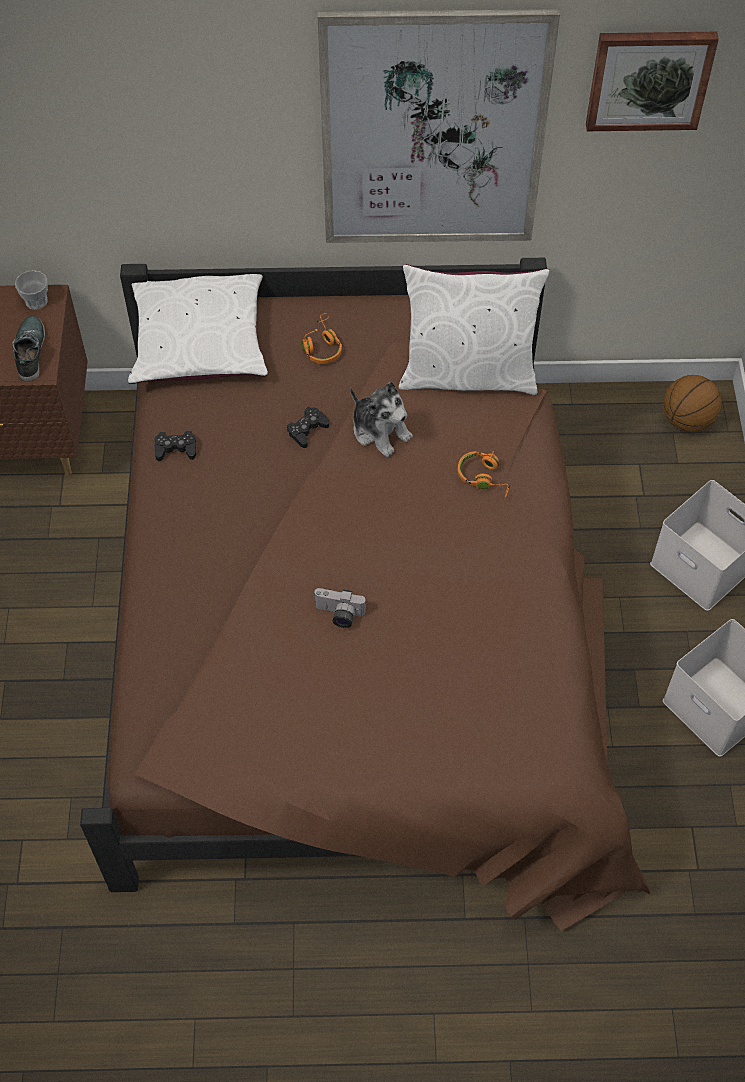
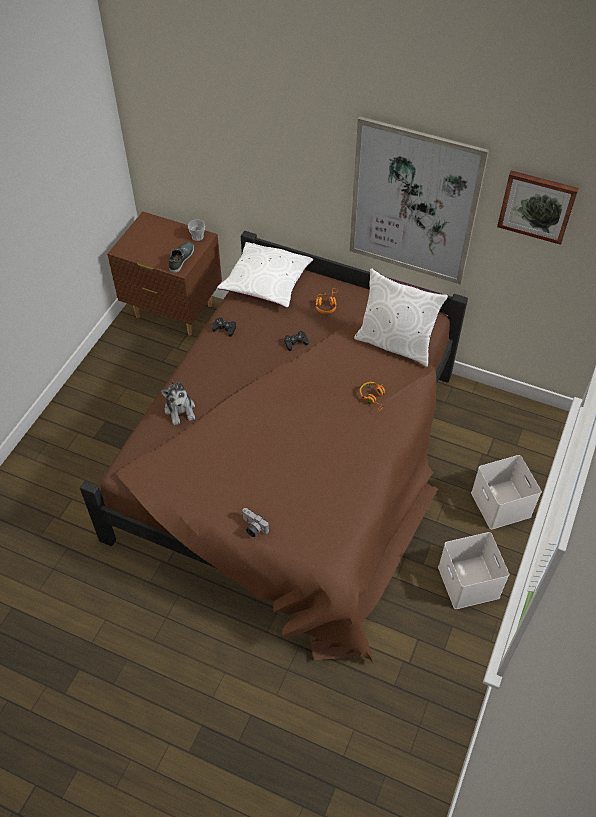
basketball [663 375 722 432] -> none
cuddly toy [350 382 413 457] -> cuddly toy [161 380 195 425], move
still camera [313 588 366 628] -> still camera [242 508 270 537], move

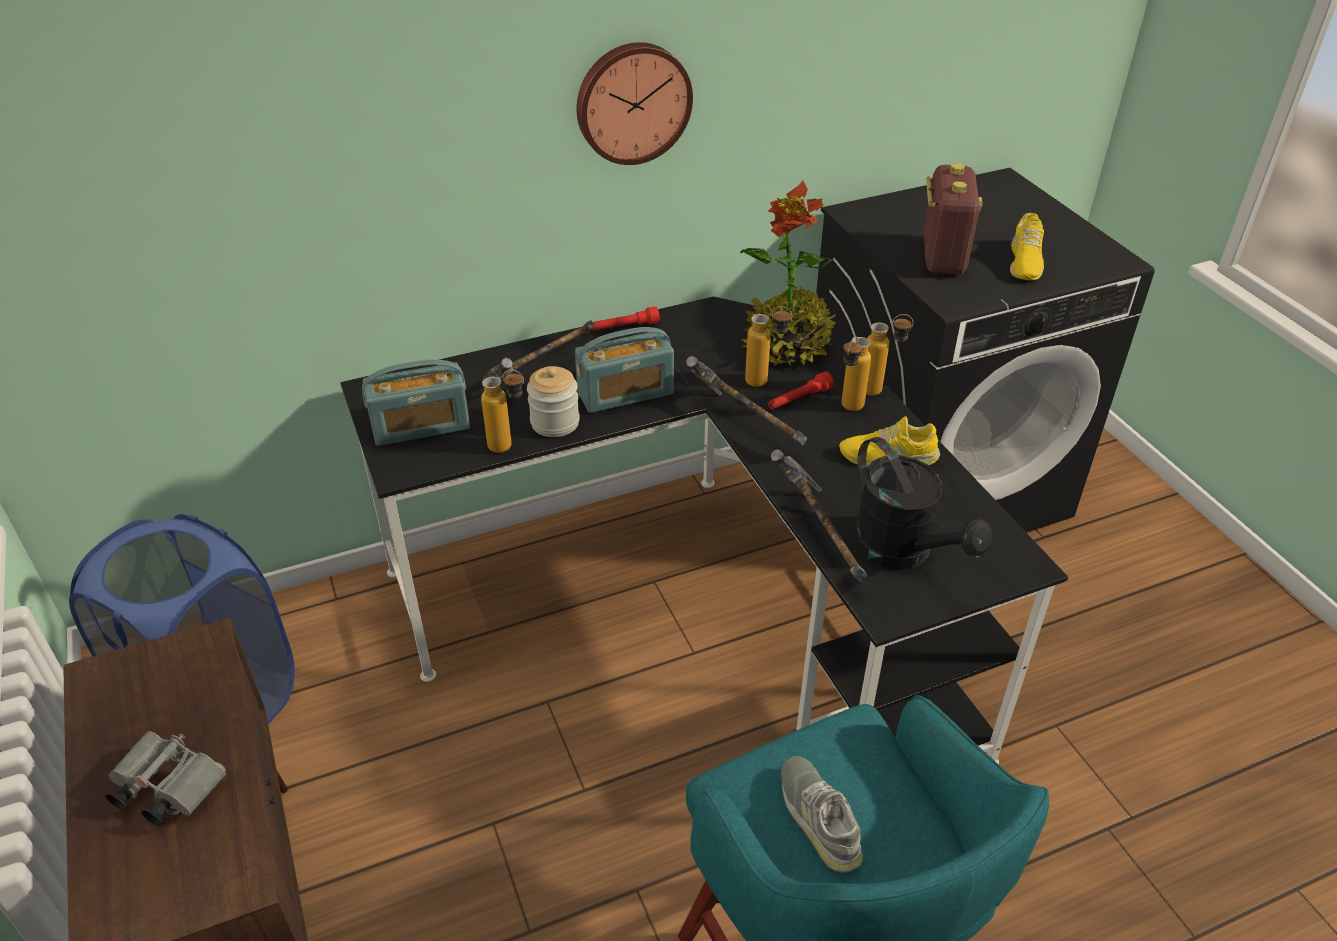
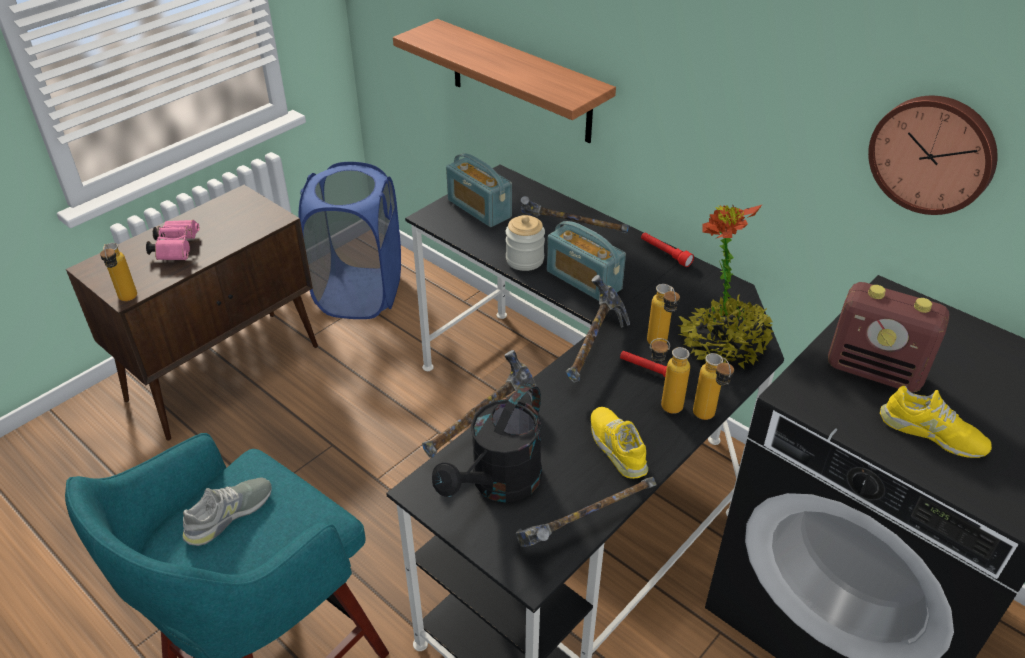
clock on the wall [577 42 693 165] -> clock on the wall [868 96 998 215], move
radio set [924 163 983 275] -> radio set [828 282 949 392], 45 degrees clockwise
yellow-coloured low shoe [1010 213 1044 280] -> yellow-coloured low shoe [880 386 992 458], 135 degrees counterclockwise
beverage bottle [481 369 524 453] -> beverage bottle [100 243 137 301], move
gray field glasses [106 731 226 827] -> pink field glasses [146 220 199 260]
none -> shelf [393 19 616 143]
none -> hand hammer [515 477 657 547]

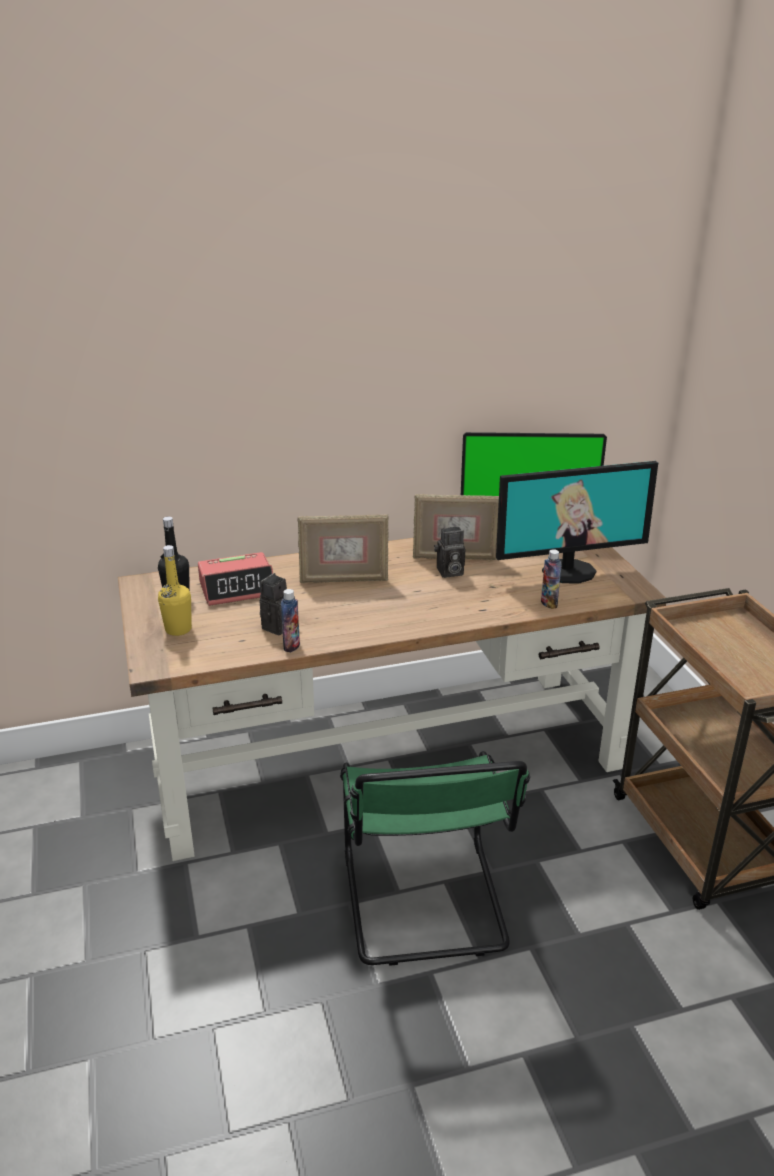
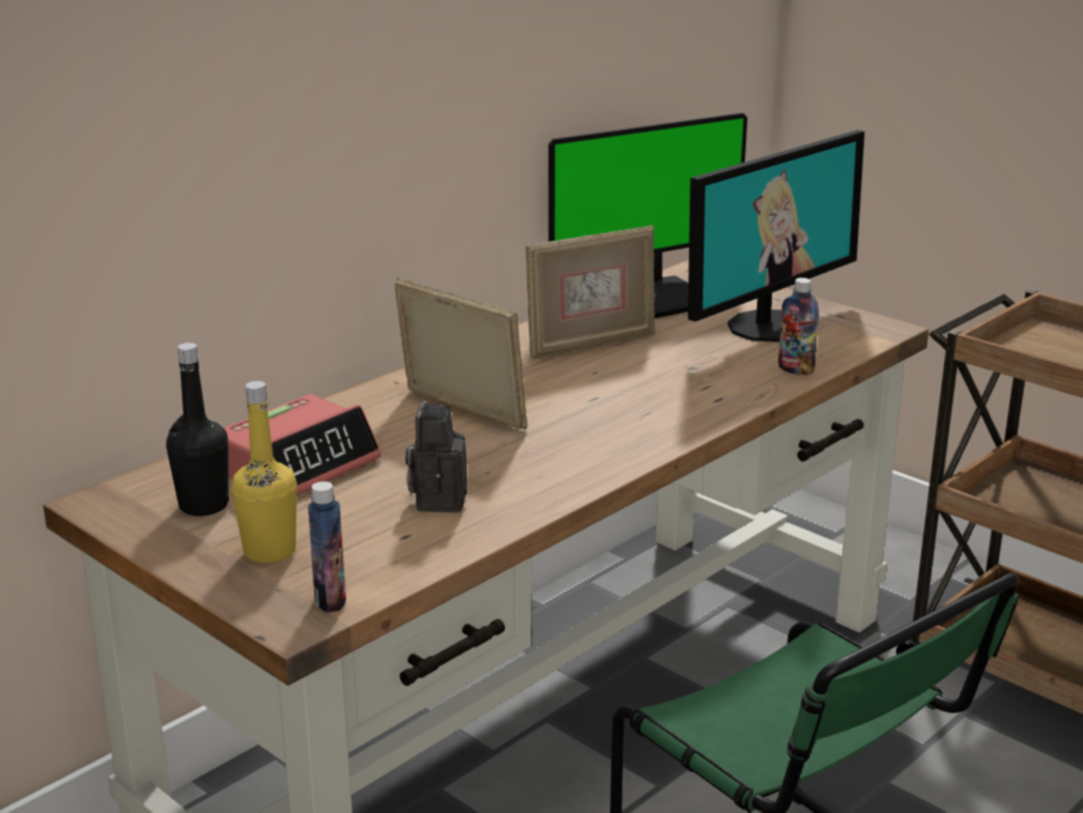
picture frame [297 514 389 583] -> picture frame [395 277 527 430], 105 degrees counterclockwise
still camera [434 527 465 578] -> none
beverage bottle [281 589 300 652] -> beverage bottle [308 481 346 613], move

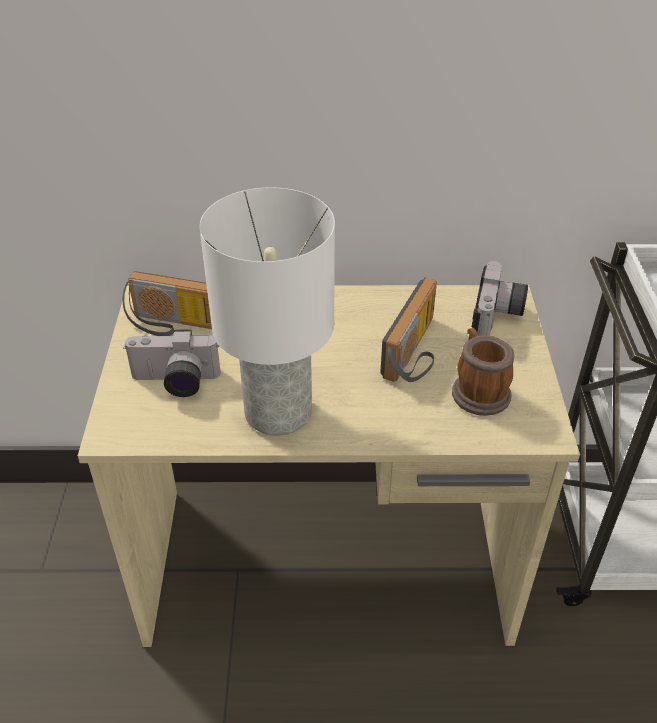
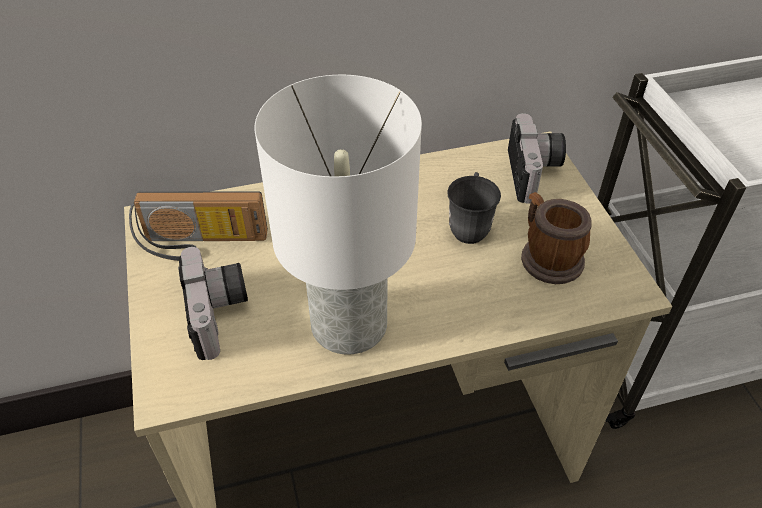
radio set [380 278 437 382] -> gray coffee mug [448 172 501 244]
still camera [123 329 221 397] -> still camera [178 247 248 360], 90 degrees counterclockwise

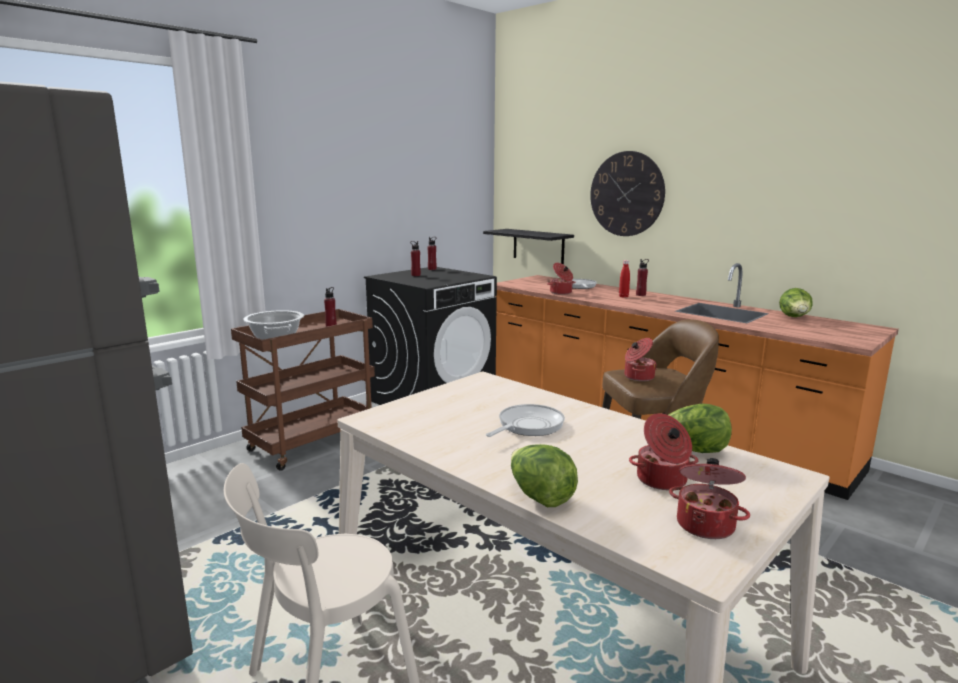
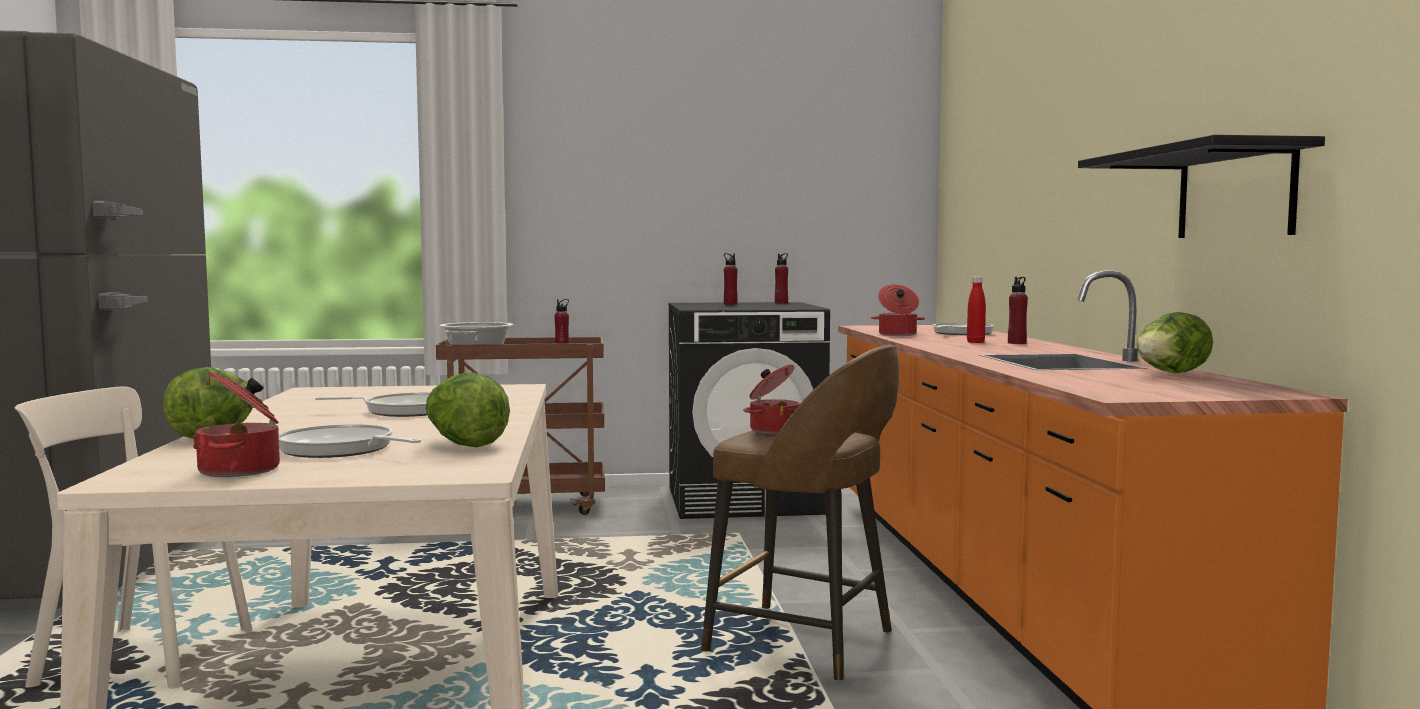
clock on the wall [590 151 665 236] -> none
blackish shelf [483 229 574 264] -> blackish shelf [1078 135 1325 238], move
saucepot [629 413 698 490] -> frying pan [279 424 421 458]

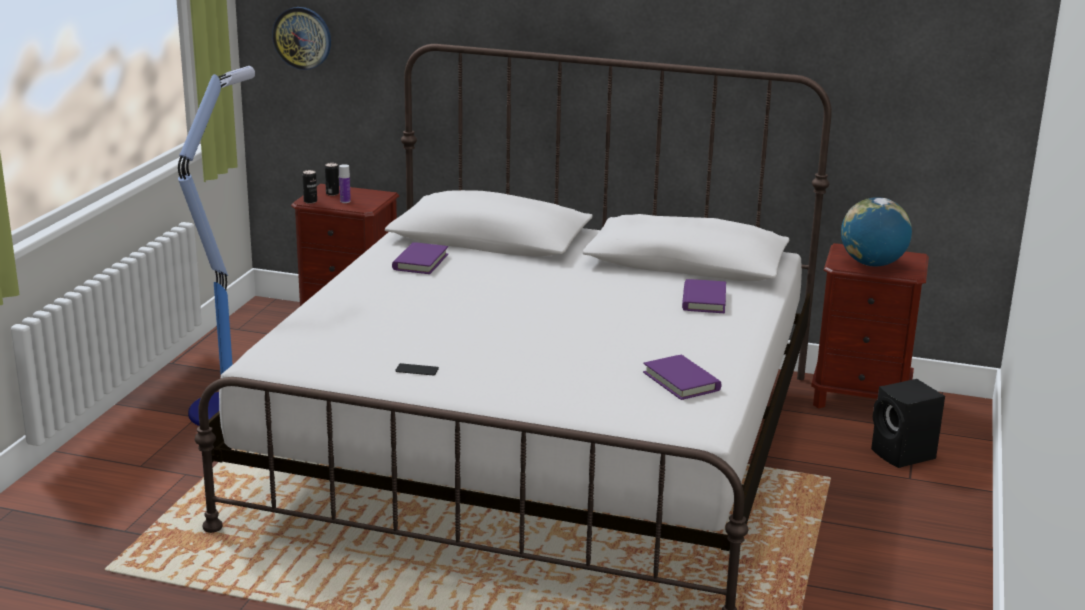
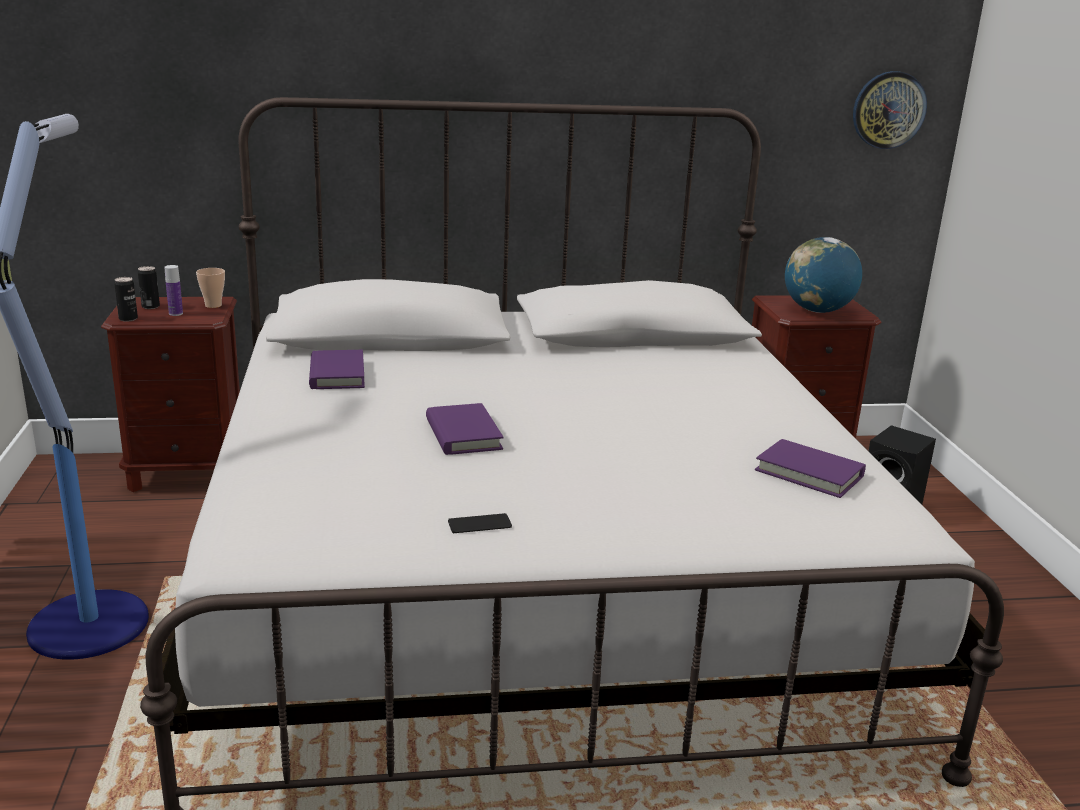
clock on the wall [272 7 331 70] -> clock on the wall [853 71 927 149], move
purplish book [682 279 726 313] -> purplish book [426 403 504 455], move
none -> cup [196 268 225 308]

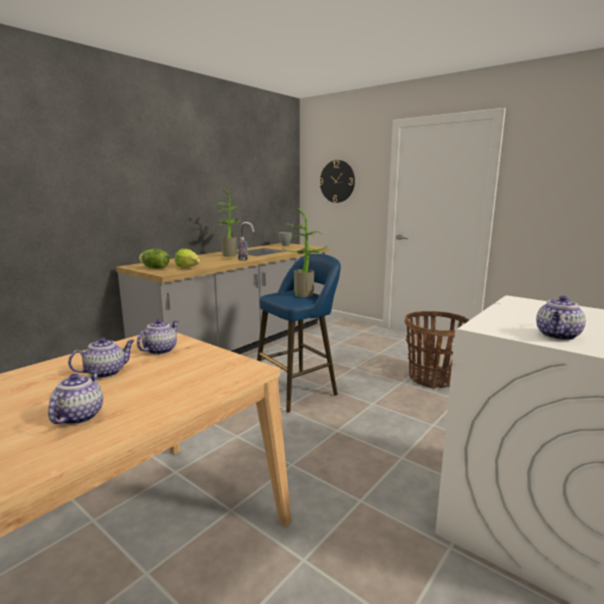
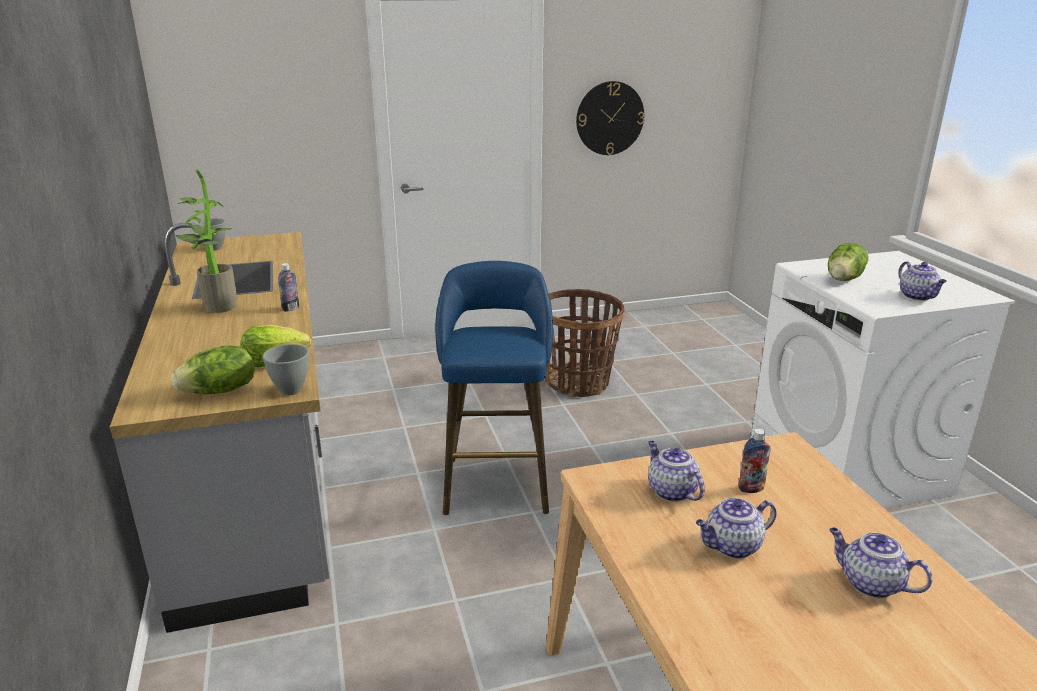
clock on the wall [319 160 355 203] -> clock on the wall [576 81 645 155], move
potted plant [282 208 328 297] -> none
teapot [68 338 134 378] -> teapot [696 498 776 559], 105 degrees counterclockwise
none -> lettuce head [828 243 869 281]
none -> gray deep dish [262 344 309 395]
none -> beverage bottle [738 429 771 493]

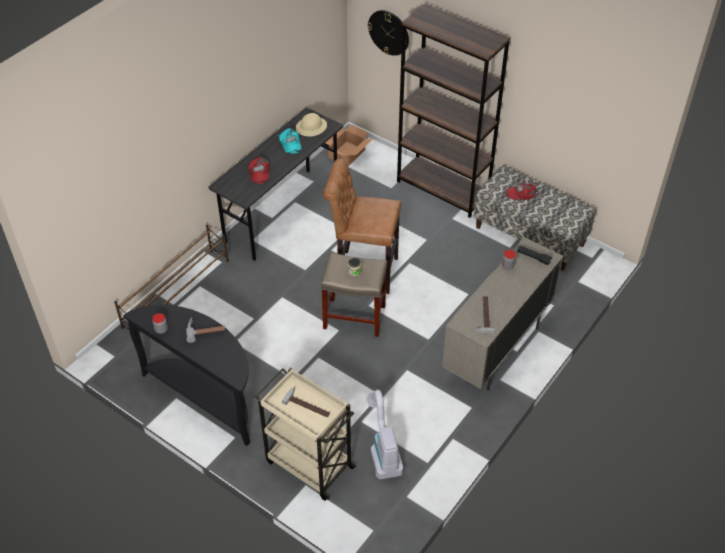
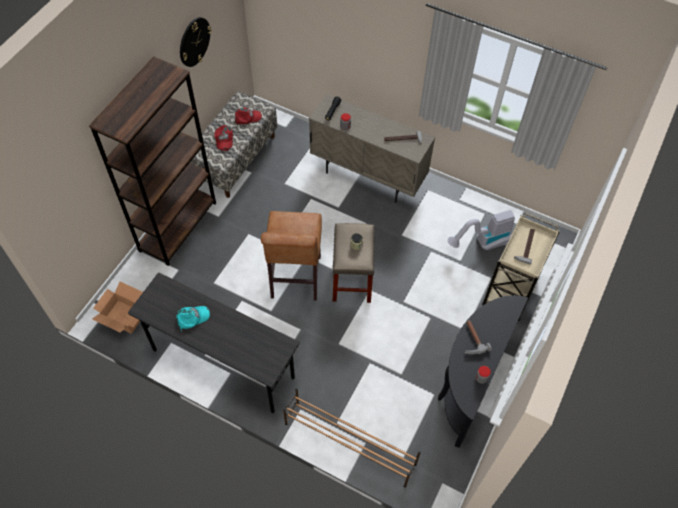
clock on the wall [367 10 409 56] -> clock on the wall [180 17 211 67], move
sand-coloured safety helmet [296 113 327 136] -> none
red-coloured peaked cap [248 157 269 184] -> red-coloured peaked cap [235 108 262 126], move

